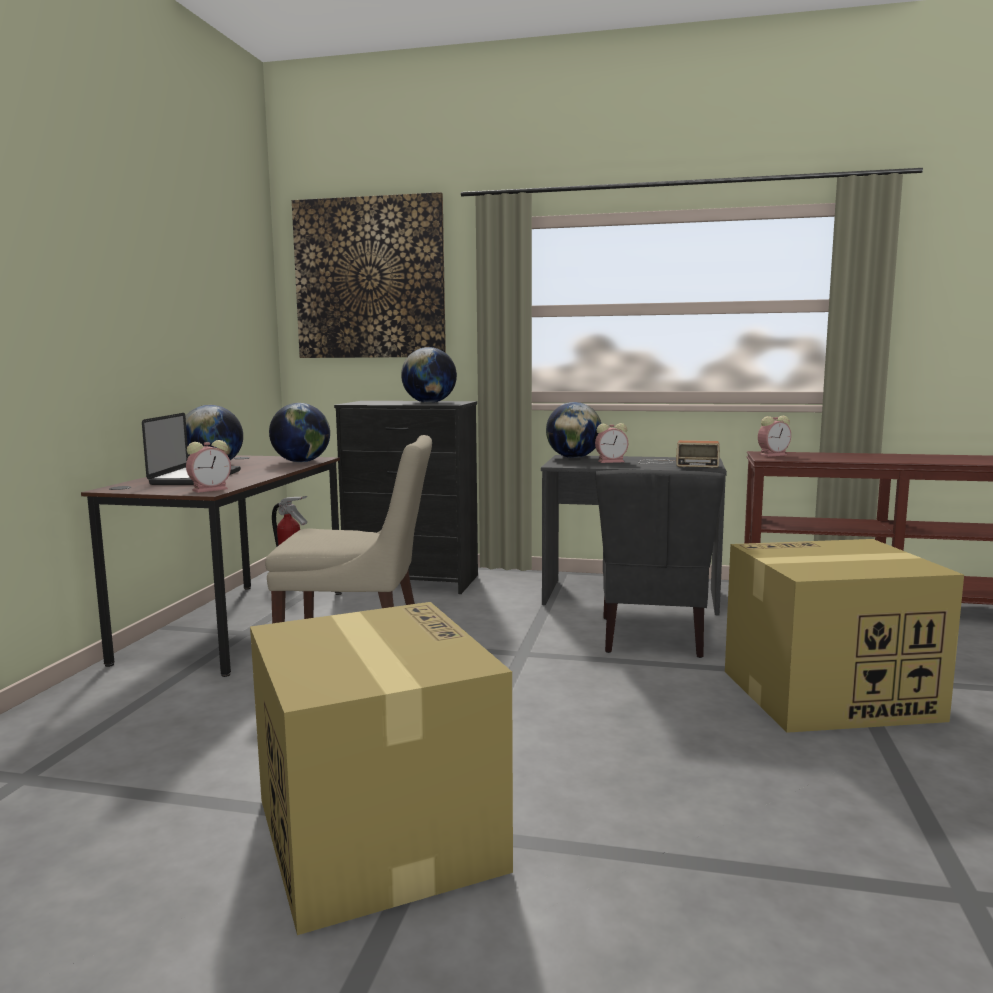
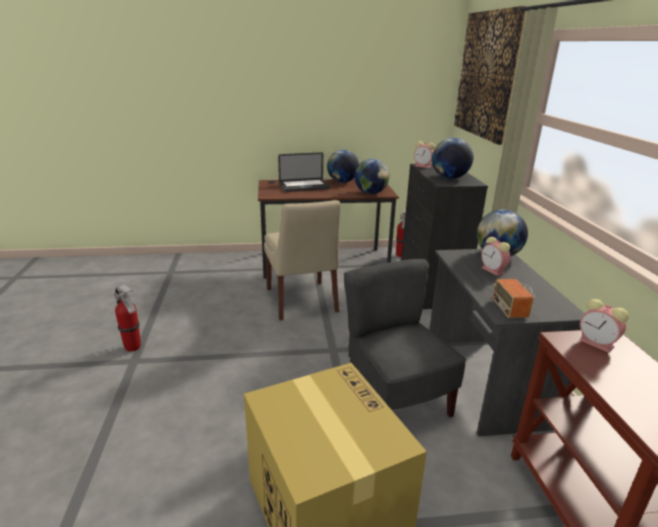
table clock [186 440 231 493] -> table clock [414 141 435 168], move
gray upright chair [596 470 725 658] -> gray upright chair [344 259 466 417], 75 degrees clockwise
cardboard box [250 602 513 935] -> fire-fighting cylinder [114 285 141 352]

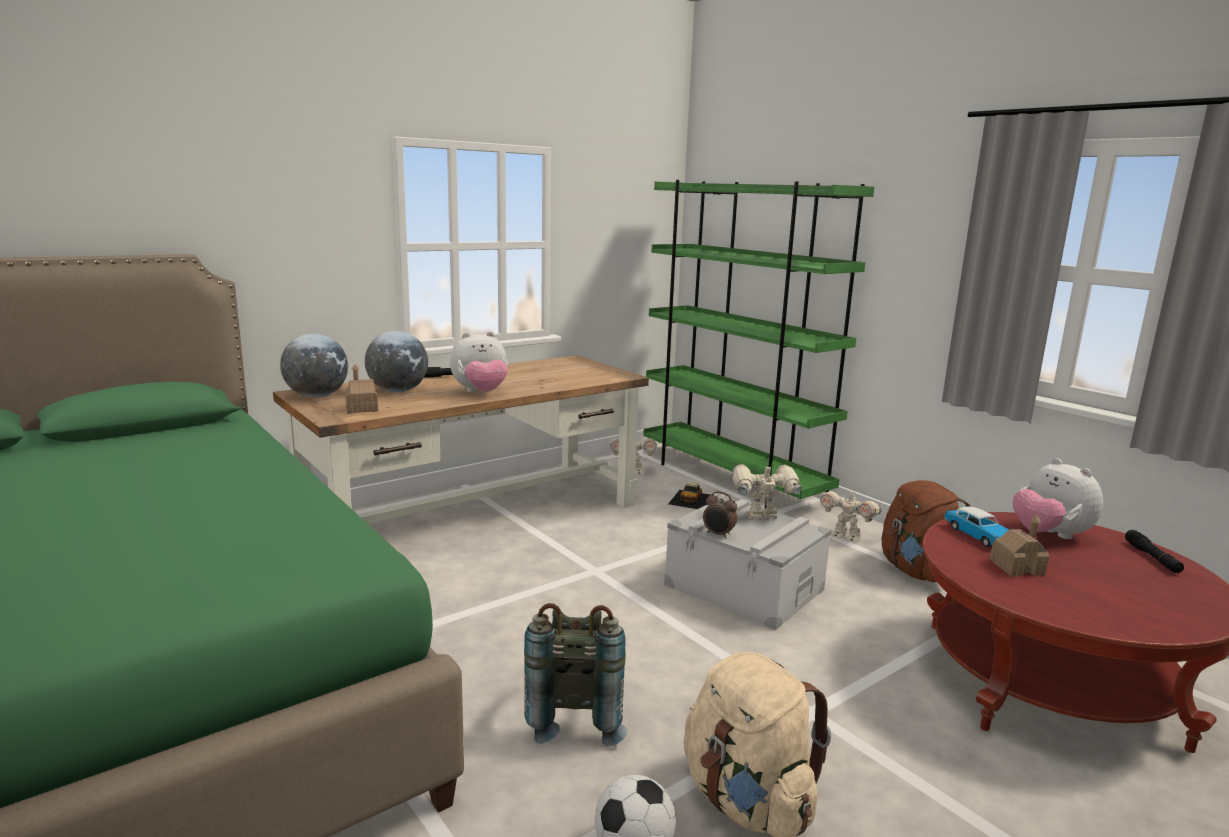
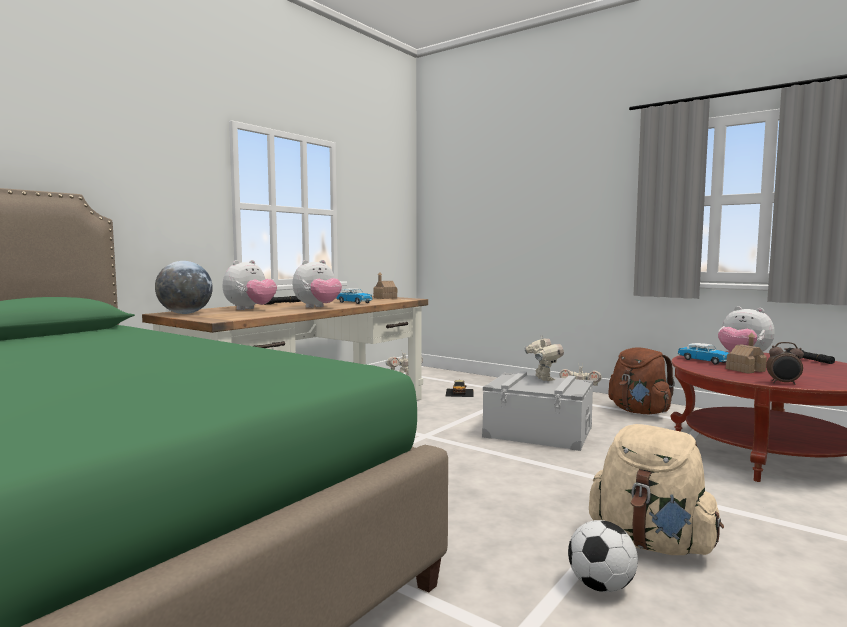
green-coloured bookcase [643 180 874 507] -> none
globe [365 331 428 392] -> cuddly toy [223 260 277 310]
model house [345 364 378 413] -> model house [373 272 397 299], move
robot figure [732 462 802 520] -> robot figure [524 335 564 381], 105 degrees clockwise
table clock [703 491 737 539] -> table clock [766 342 804 385], move
gray knapsack [524 603 627 747] -> none
none -> model car [336 288 373 304]

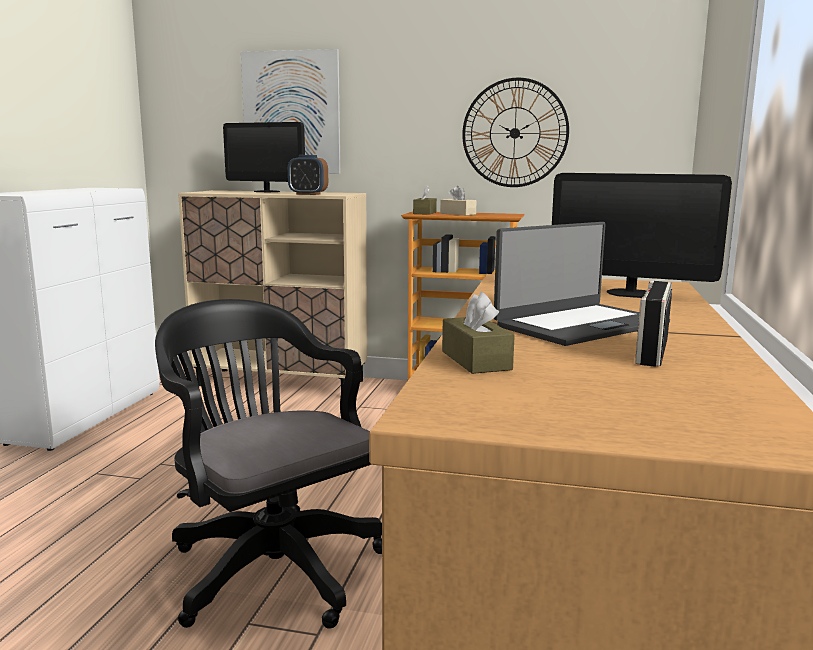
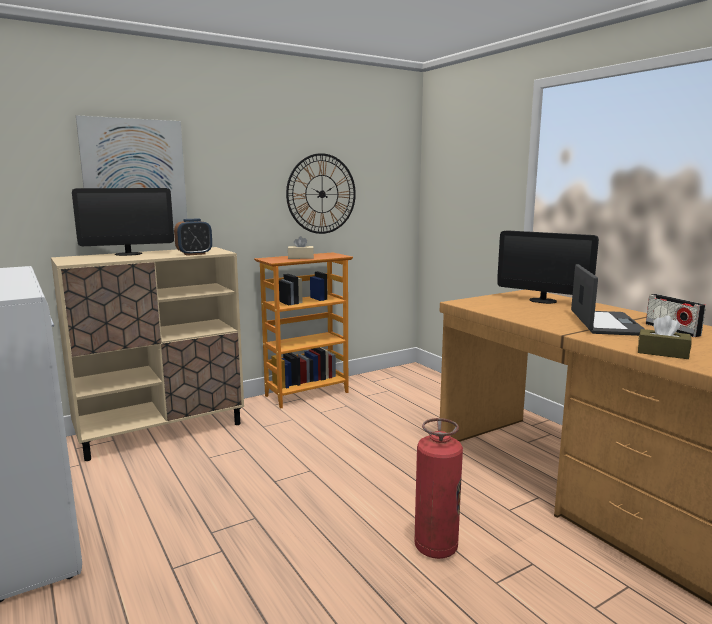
computer display [552 173 732 298] -> computer display [497 230 599 304], 60 degrees clockwise
brown-coloured box of tissues [413 185 437 215] -> none
blackish office chair [155 299 382 629] -> fire-fighting cylinder [414 418 463 559]

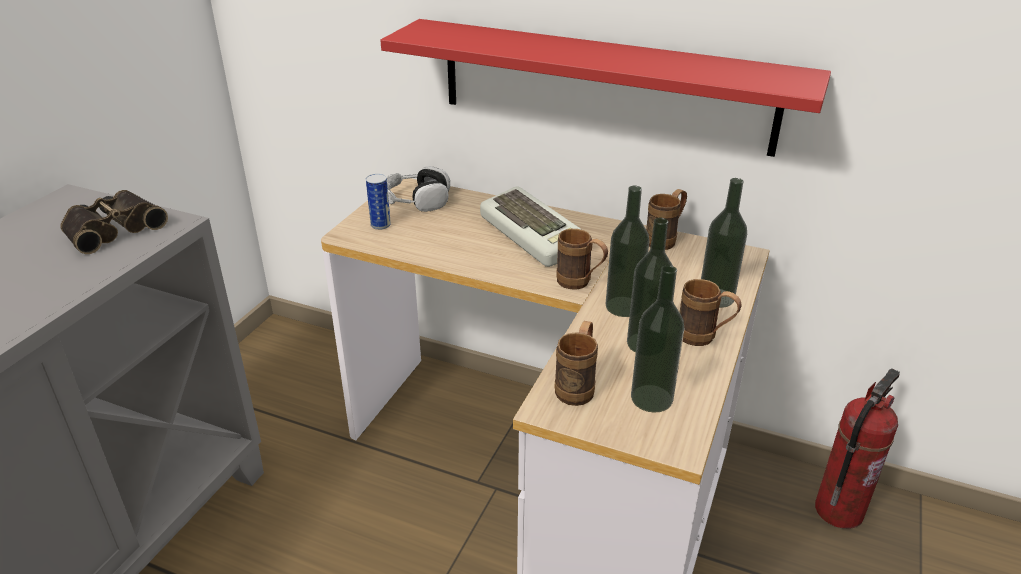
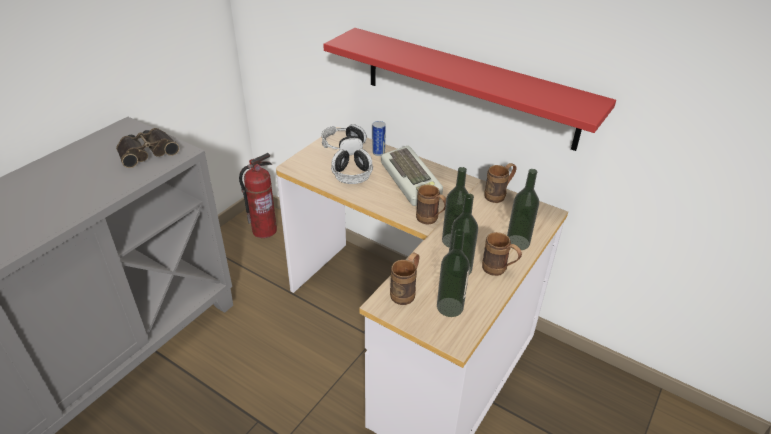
can [366 174 391 230] -> can [372 121 386 156], move
fire-fighting cylinder [815 368 900 529] -> fire-fighting cylinder [239 153 277 238], move
none -> headphones [331 149 373 184]

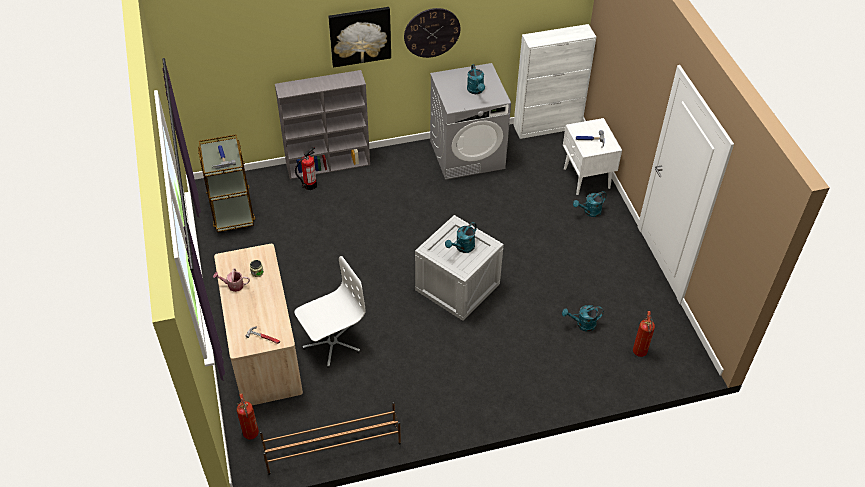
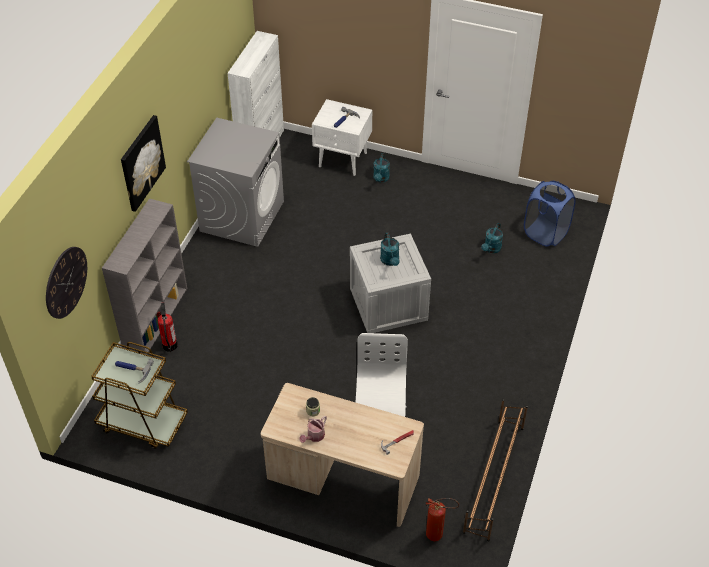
clock on the wall [404 8 461 58] -> clock on the wall [46 247 87 319], move
turquoise watering can [467 64 485 94] -> none
fire-fighting cylinder [633 311 655 357] -> blue washing basket [524 181 576 247]

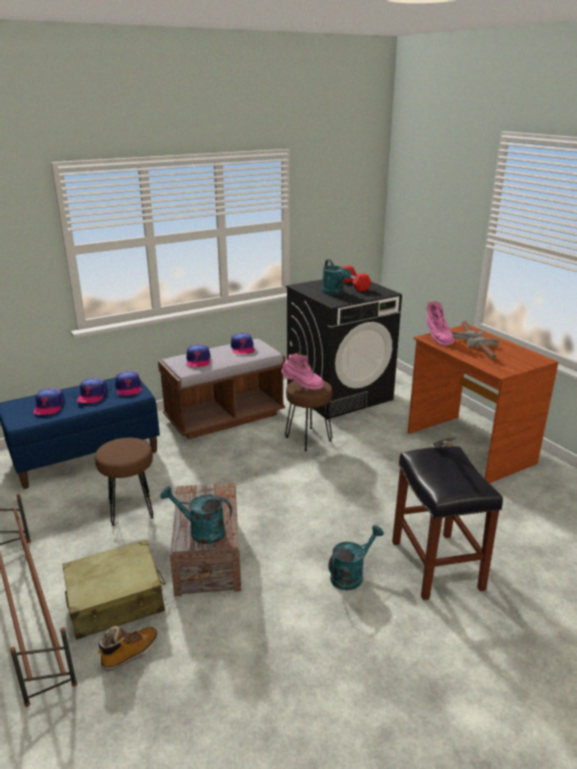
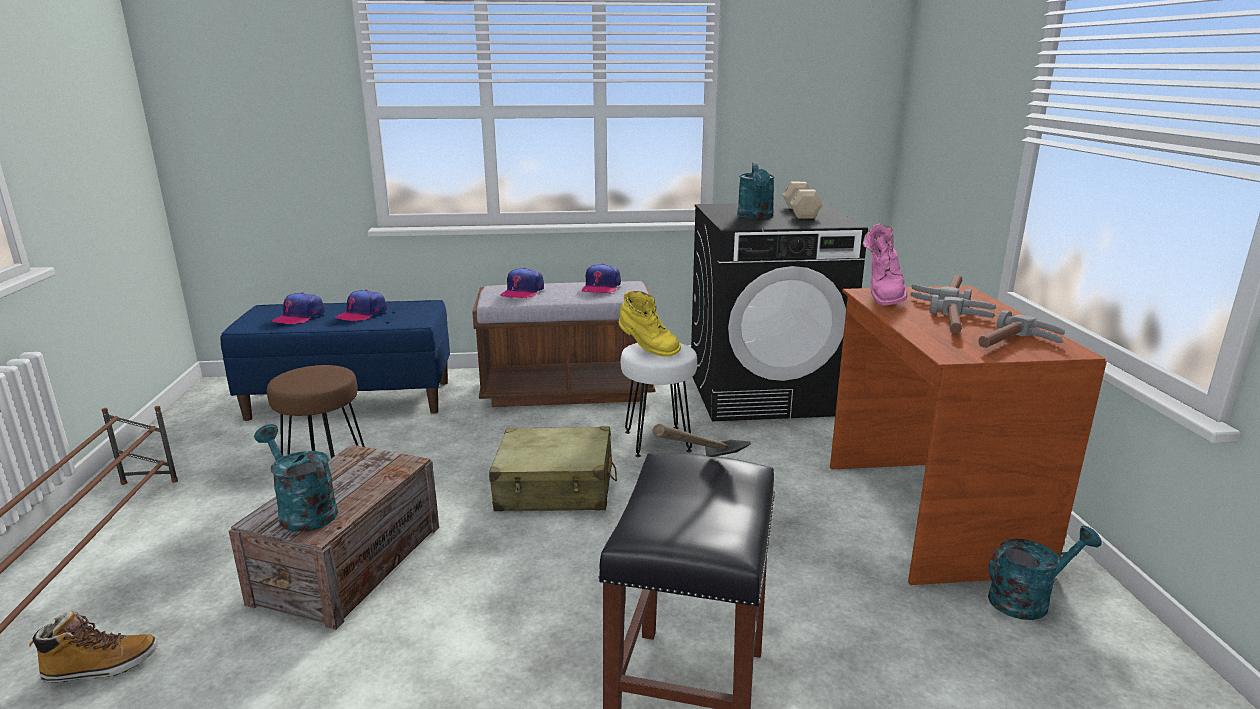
red-coloured dumbbell [342 265 372 292] -> sand-coloured dumbbell [782 182 823 219]
pink high-top boot [282 353 324 390] -> yellow-coloured high-top boot [619 291 681 357]
peaked cap [115 371 142 395] -> none
brown-coloured stool [285 380 332 451] -> white-coloured stool [621 343 697 457]
turquoise watering can [328 525 384 590] -> turquoise watering can [988 526 1102 620], move
sand-coloured travel case [63 540 166 639] -> sand-coloured travel case [489 426 617 511], move
none -> hand hammer [978 310 1065 348]

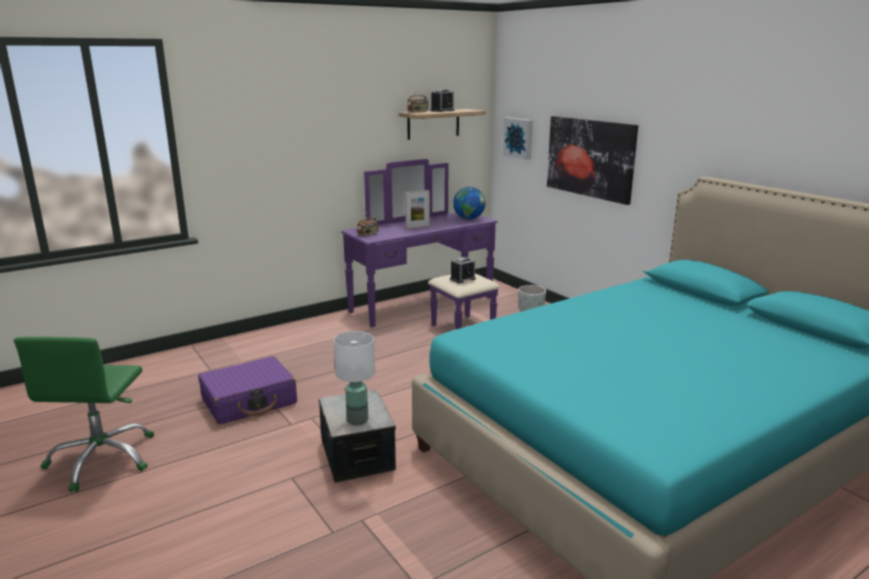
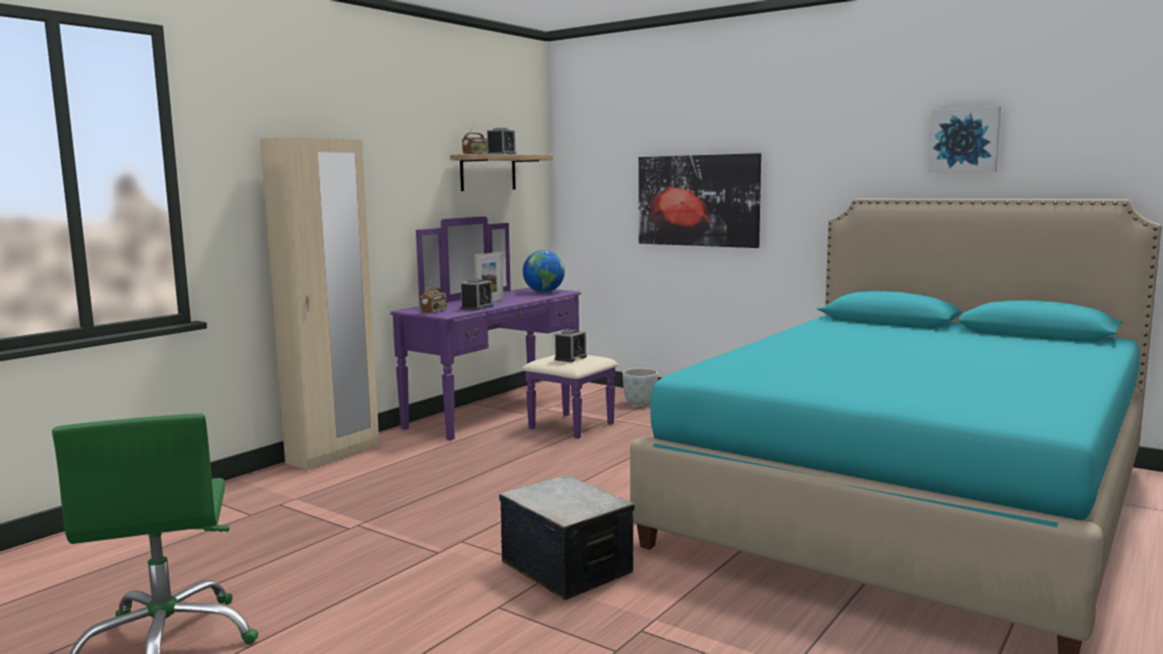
wall picture [503 117 533 160] -> wall picture [929 106 1001 173], move
white-coloured table lamp [334 331 375 425] -> none
purplish travel case [198 356 297 424] -> none
none -> sand-coloured wardrobe [260 137 379 470]
none -> table clock [461 279 493 310]

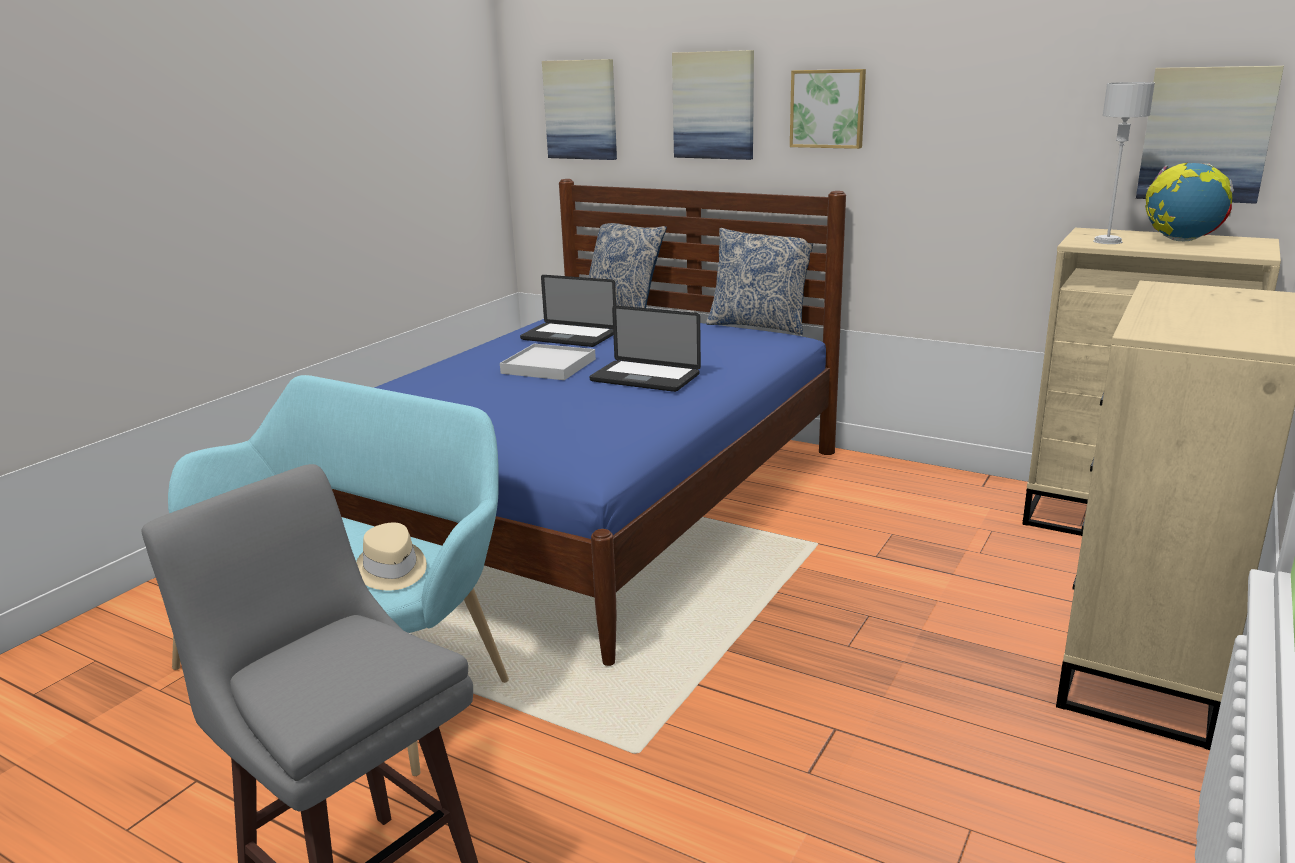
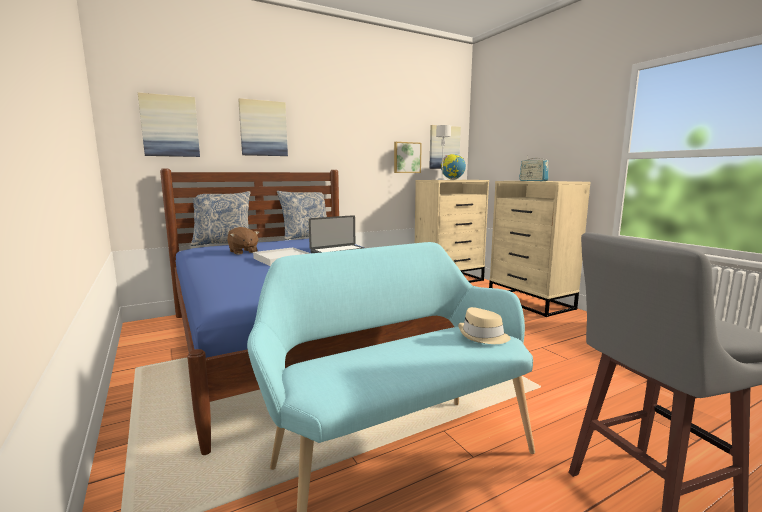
wall picture [790 69 866 149] -> wall picture [394 142 422 173], move
portable computer [520 275 616 347] -> brown-coloured cuddly toy [227 227 259 255]
none -> radio set [519 158 549 181]

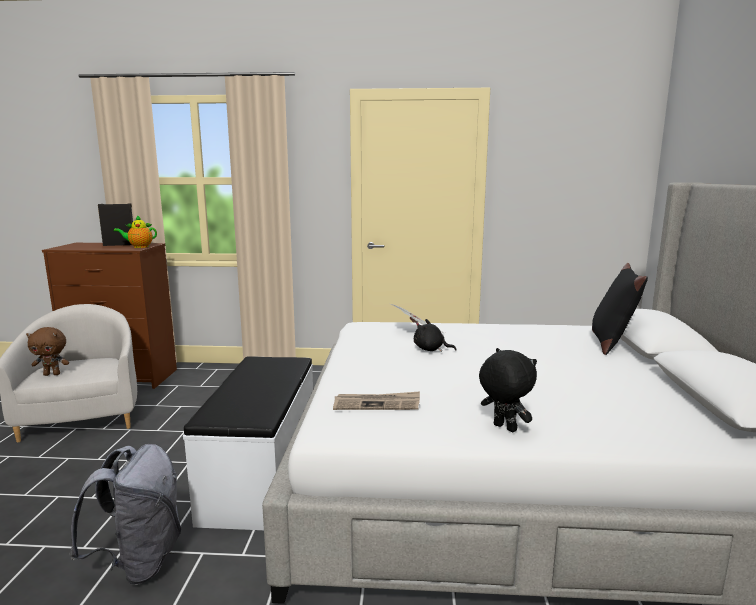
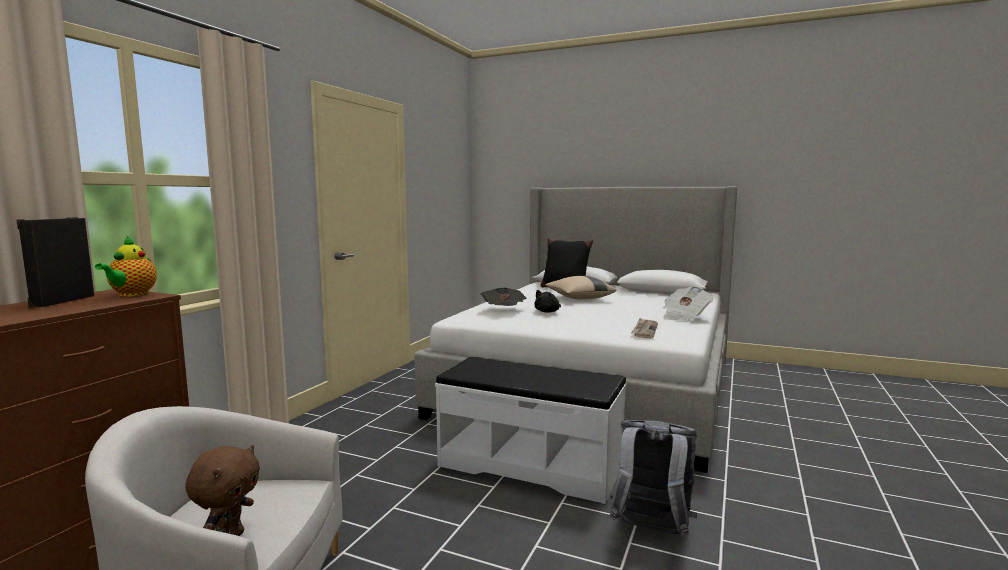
blackish cuddly toy [479 348 537 432] -> daily paper [663 286 713 320]
none -> sand-coloured throw pillow [545 276 616 300]

